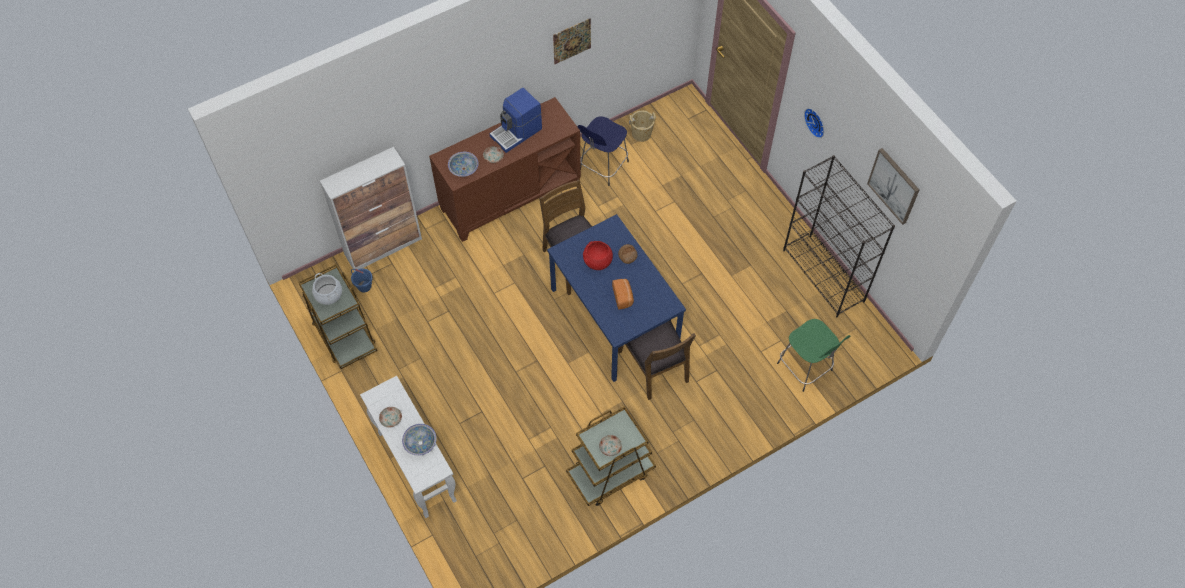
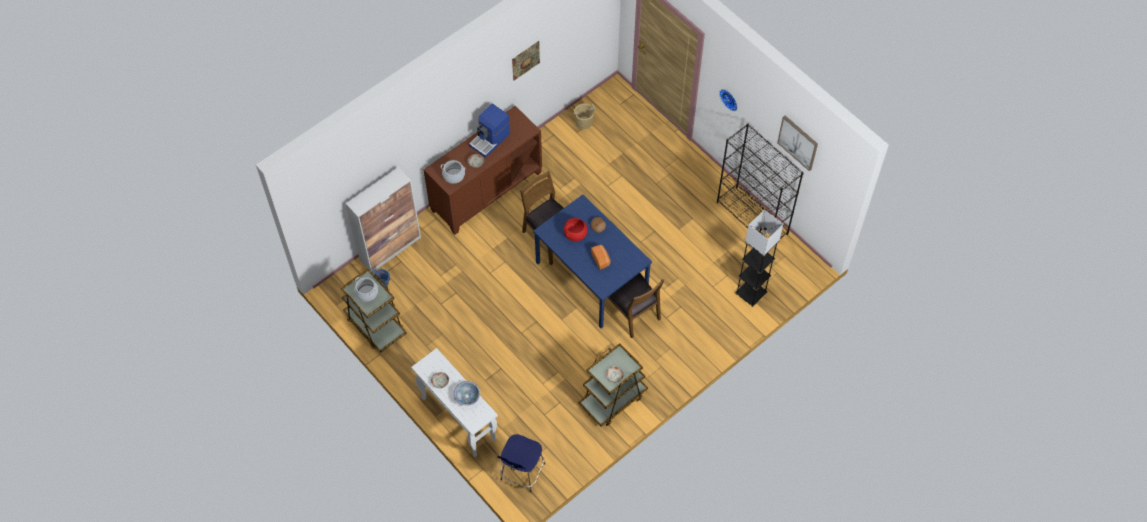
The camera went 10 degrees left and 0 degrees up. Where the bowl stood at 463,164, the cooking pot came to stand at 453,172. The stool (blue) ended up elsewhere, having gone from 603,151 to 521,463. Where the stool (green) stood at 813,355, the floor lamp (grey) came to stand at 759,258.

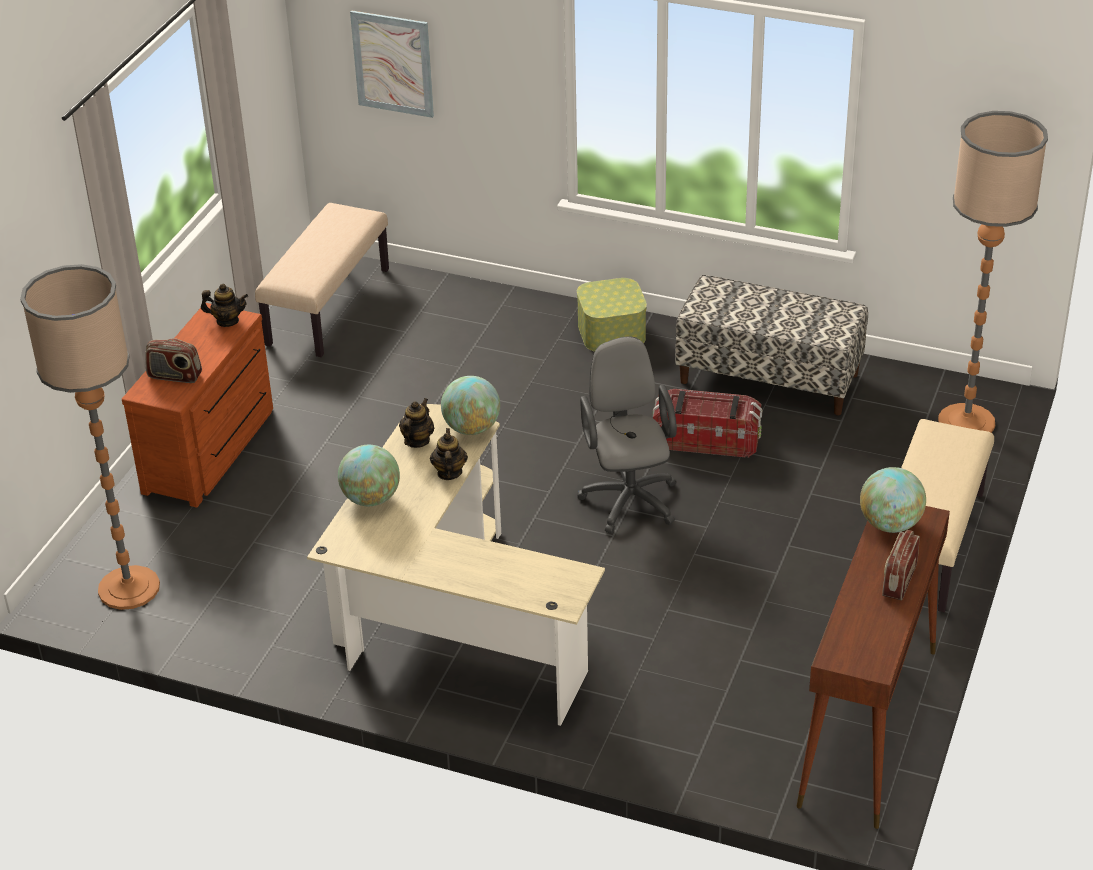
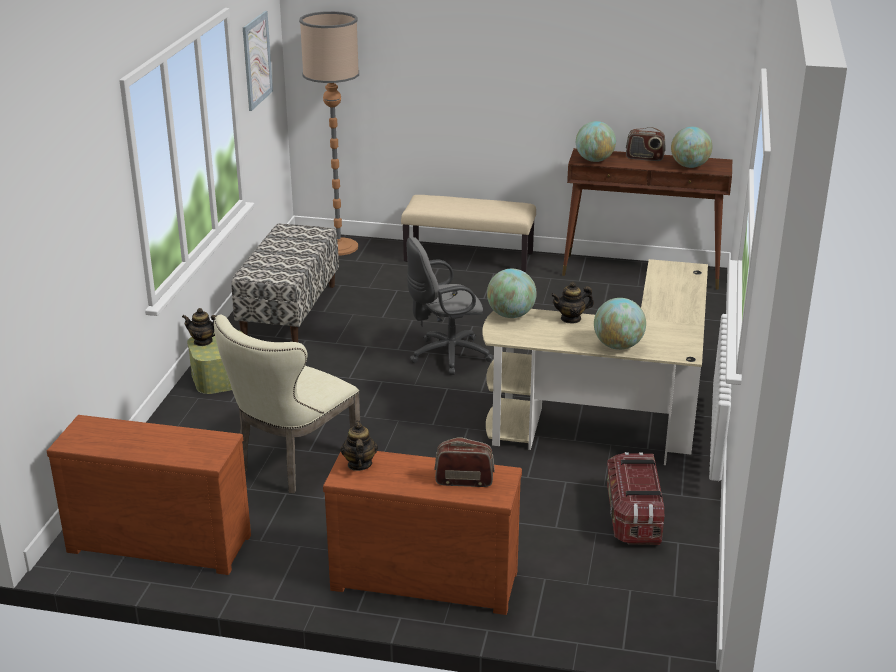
The camera went 100 degrees left and 10 degrees down. The second view lost the floor lamp at 90,437. The radio at 173,360 ended up facing another way, 90 degrees counterclockwise from before. Where the bench (beige) stood at 322,280, the dresser (brown) came to stand at 149,495. The picture ended up elsewhere, having gone from 392,64 to 258,61. The teapot ended up elsewhere, having gone from 416,423 to 199,327. The storage box ended up elsewhere, having gone from 707,423 to 635,498. The second view gained the chair (beige) at 287,404. The second view gained the globe at 691,147.

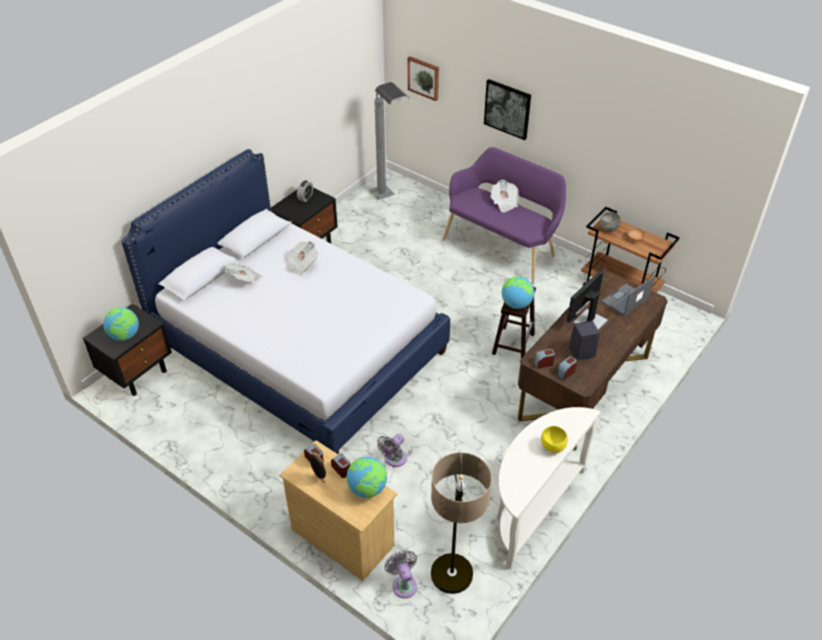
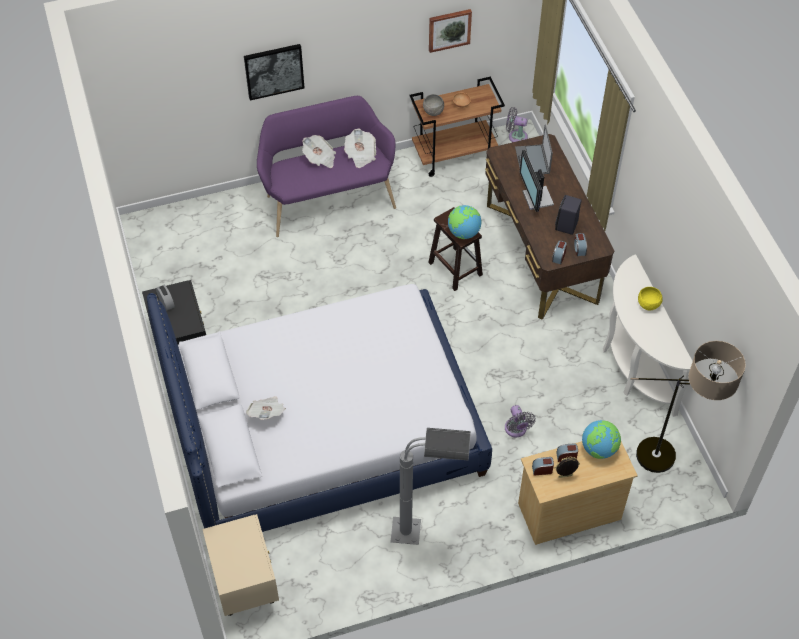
The camera went 55 degrees left and 10 degrees up. What was the nightstand (black) at 127,350 turned into the nightstand (beige) at 240,565. The second view lost the globe at 121,324. The newspaper ended up elsewhere, having gone from 301,258 to 360,148. The floor lamp (grey) ended up elsewhere, having gone from 389,141 to 430,486. The fan (grey) ended up elsewhere, having gone from 401,574 to 517,124. The picture ended up elsewhere, having gone from 423,78 to 450,31.

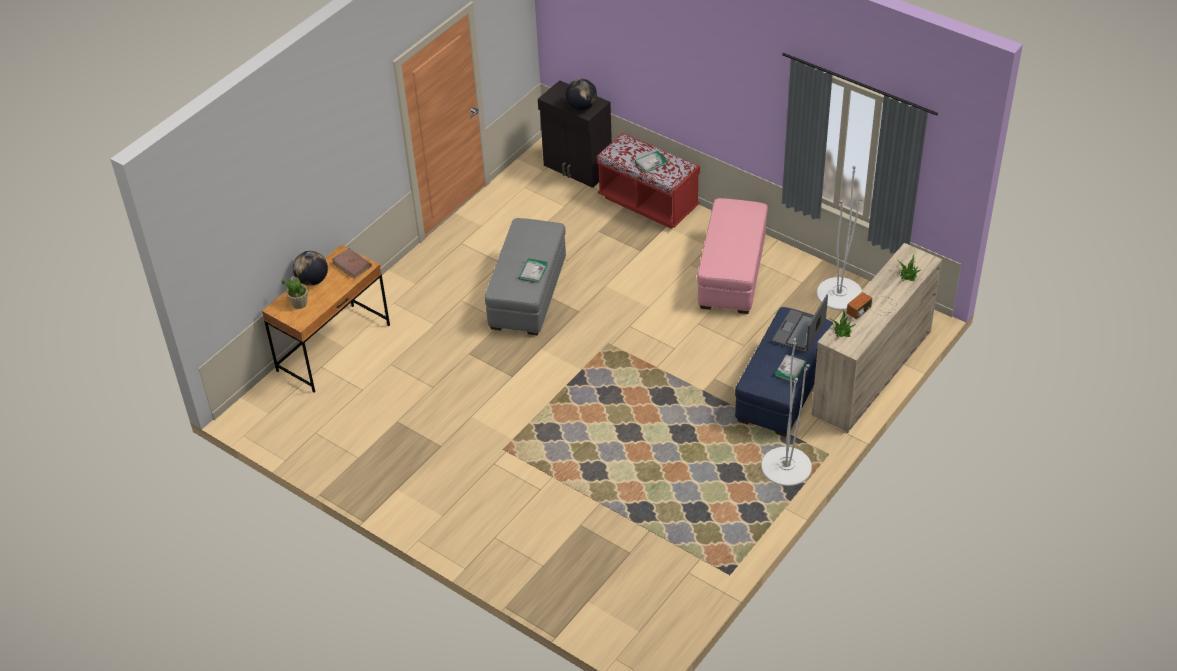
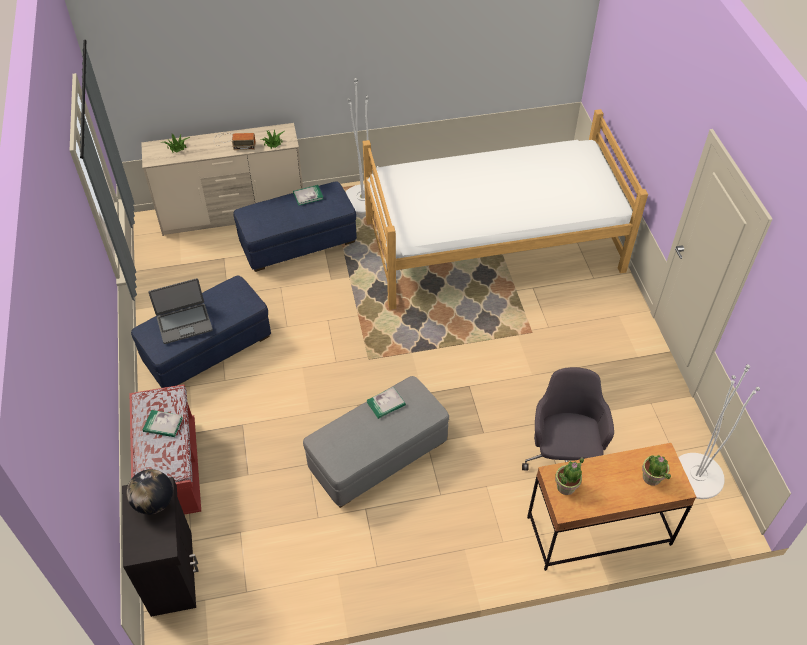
The camera went 140 degrees left and 5 degrees up. The second view lost the globe at 310,268. Where the book (brown) stood at 352,263, the potted plant came to stand at 569,476. What was the ottoman (pink) at 732,256 turned into the ottoman (blue) at 201,332. The laptop ended up elsewhere, having gone from 800,324 to 181,311. The floor lamp (white) ended up elsewhere, having gone from 840,238 to 719,431. The second view gained the bed at 505,209. The second view gained the office chair (grey) at 568,418.

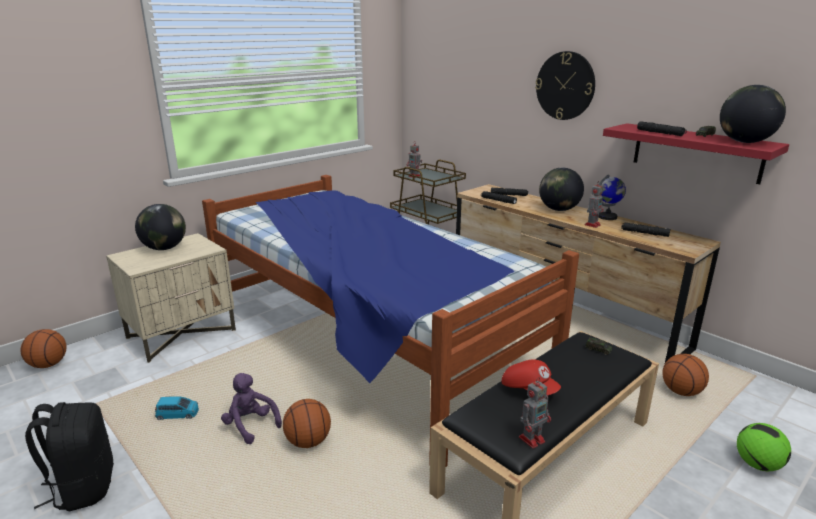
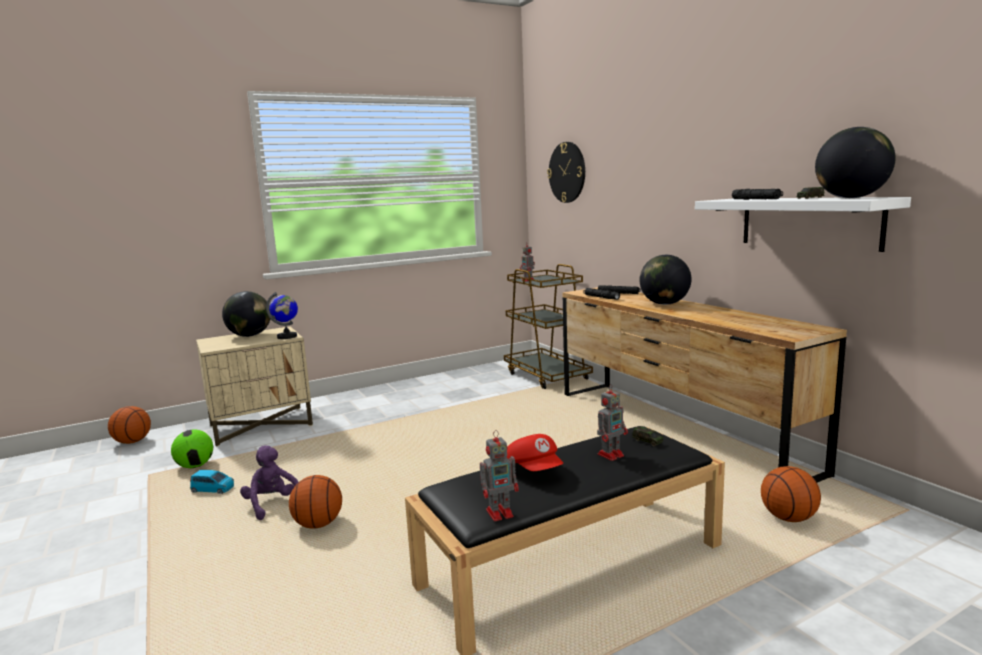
The camera went 15 degrees right and 10 degrees down. The second view lost the backpack (black) at 69,456. The second view lost the bed at 390,321. The wall clock ended up elsewhere, having gone from 565,85 to 566,172. The toy robot ended up elsewhere, having gone from 594,204 to 612,422. The globe ended up elsewhere, having gone from 612,197 to 282,315. What was the shelf (red) at 696,153 turned into the shelf (white) at 803,224. The second view lost the flashlight (black) at 645,229. The football ended up elsewhere, having gone from 764,447 to 192,449.

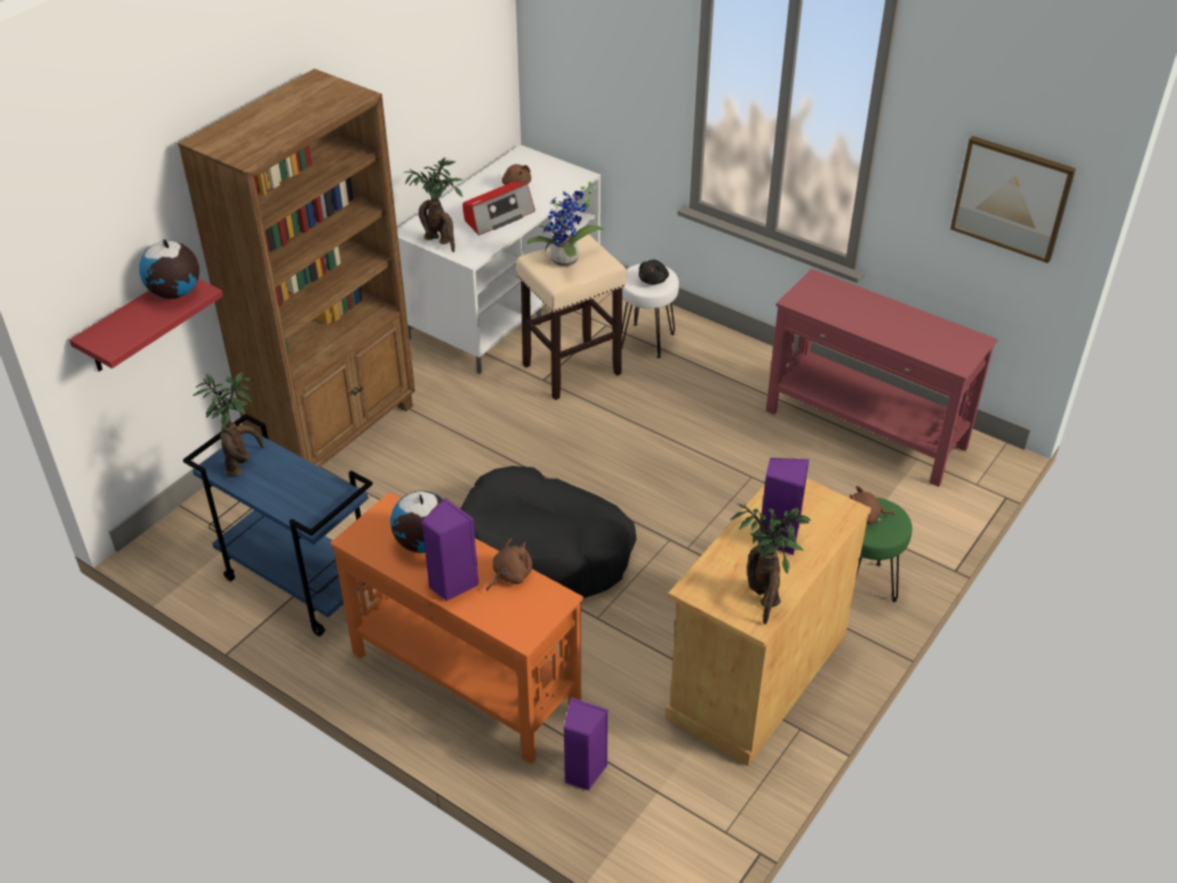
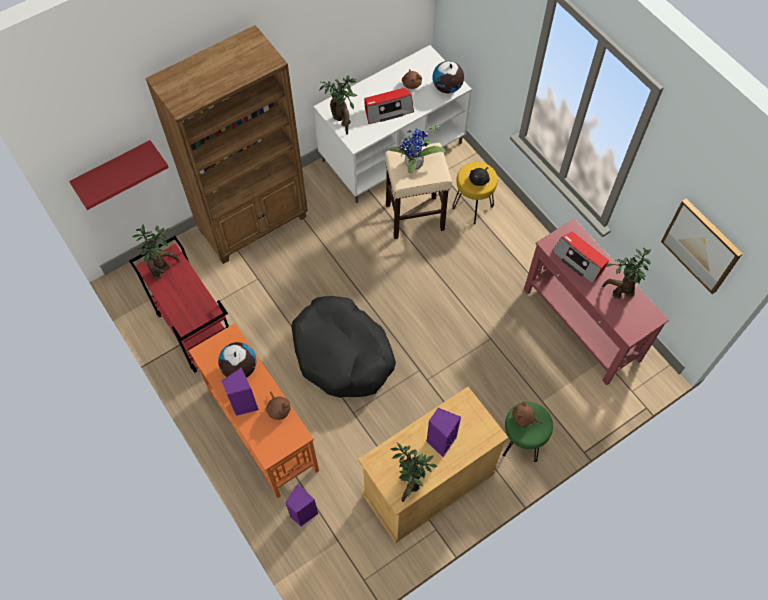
The camera went 20 degrees right and 20 degrees up. The globe ended up elsewhere, having gone from 169,269 to 448,77. What was the cart (blue) at 278,525 turned into the cart (red) at 179,304. The plush toy (brown) at 509,565 ended up facing another way, 90 degrees clockwise from before. What was the stool (white) at 650,311 turned into the stool (yellow) at 475,193. The second view gained the radio at 580,258. The second view gained the potted plant at 626,273.

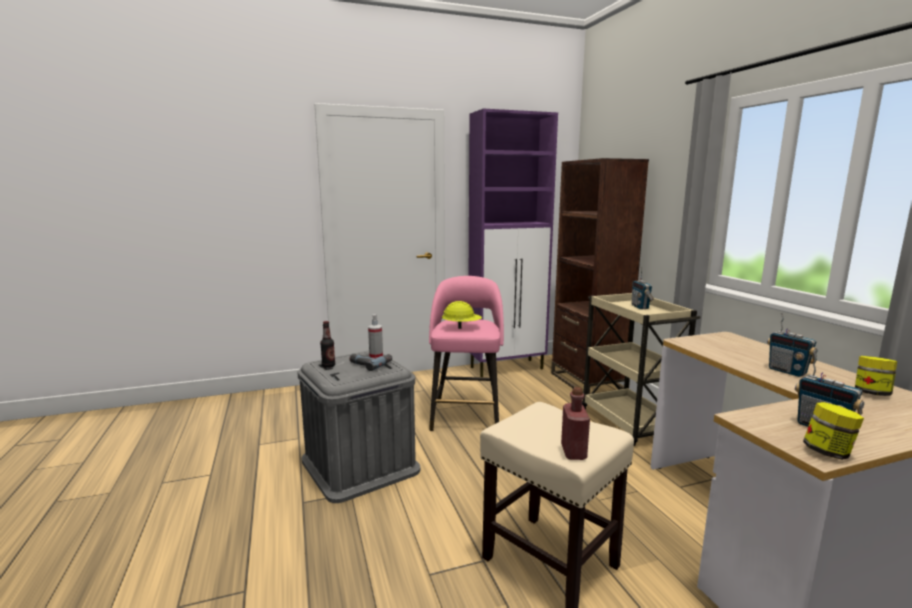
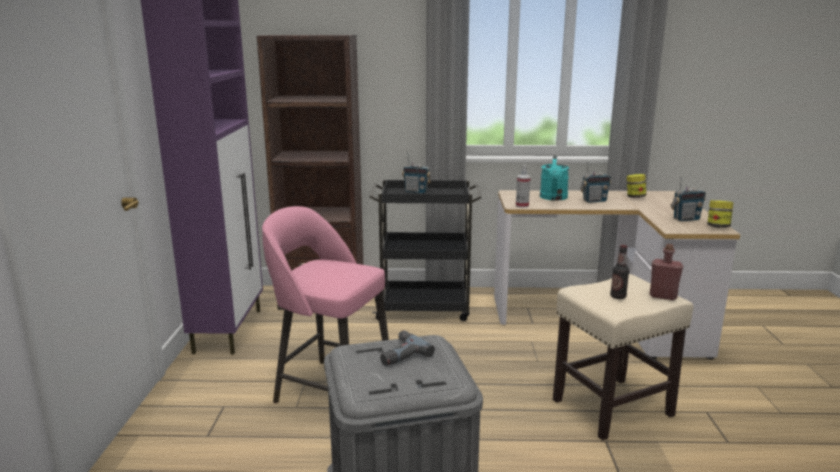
The camera went 70 degrees left and 5 degrees up. The bottle ended up elsewhere, having gone from 327,344 to 619,272. The spray bottle ended up elsewhere, having gone from 375,336 to 523,186. The second view lost the hard hat (yellow) at 462,315. What was the cart (beige) at 641,369 turned into the cart (black) at 425,250. The second view gained the watering can (turquoise) at 554,178.

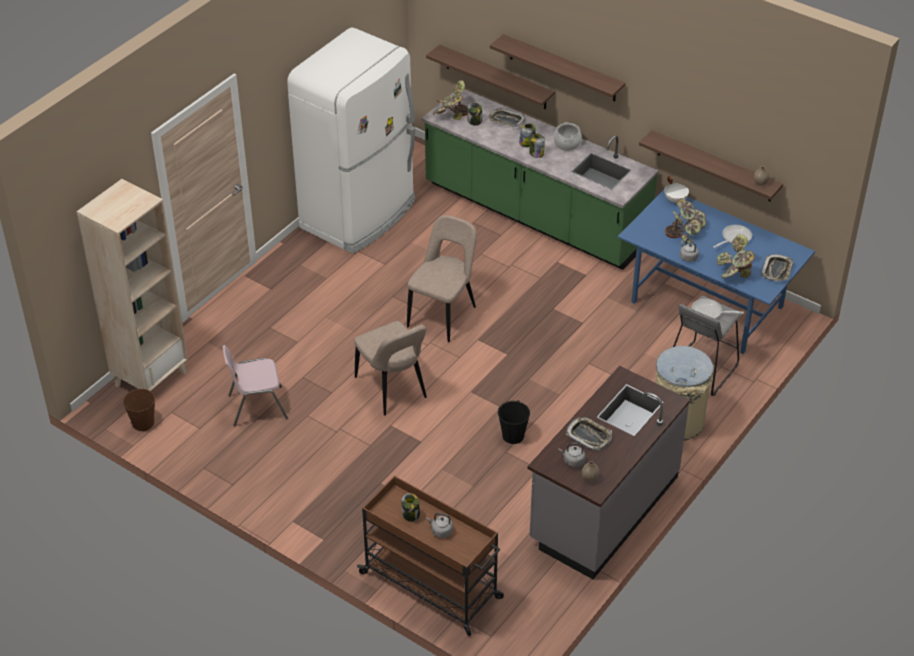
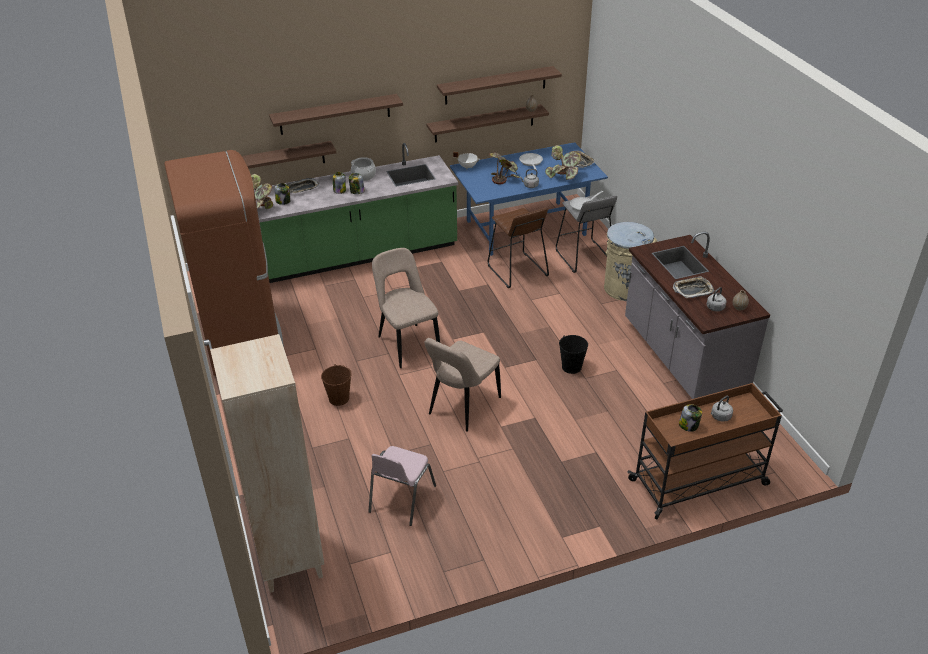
The camera went 55 degrees left and 5 degrees down. The bucket (brown) ended up elsewhere, having gone from 139,410 to 336,385. What was the fridge (white) at 351,141 turned into the fridge (brown) at 224,263. The chair (beige) at 390,368 ended up facing another way, 120 degrees clockwise from before. The second view gained the shelf at 499,85. The second view gained the stool (brown) at 518,248.

